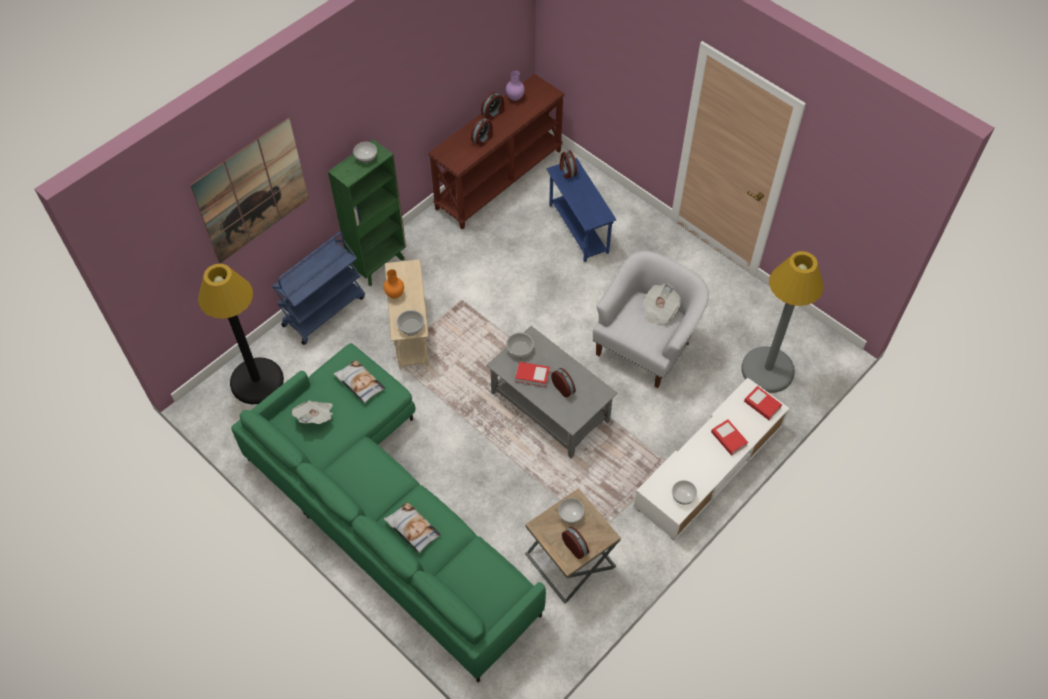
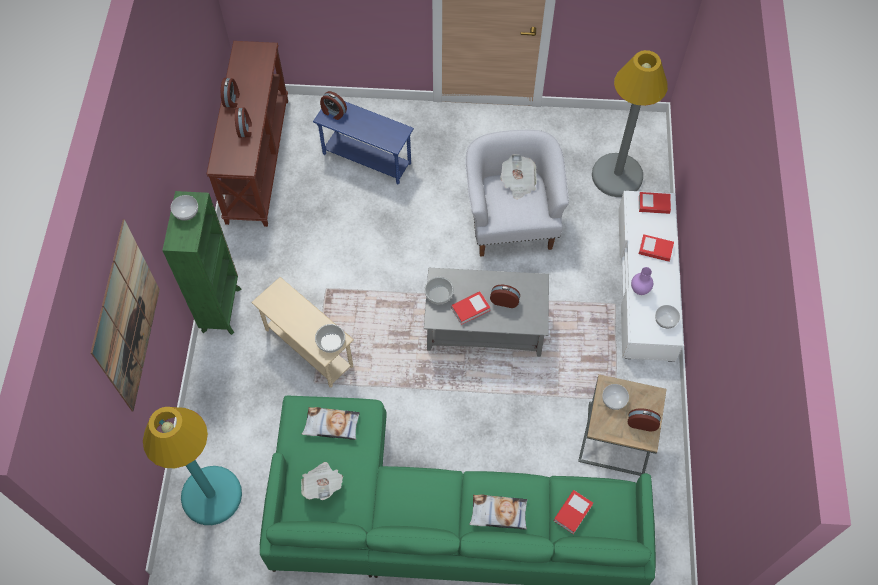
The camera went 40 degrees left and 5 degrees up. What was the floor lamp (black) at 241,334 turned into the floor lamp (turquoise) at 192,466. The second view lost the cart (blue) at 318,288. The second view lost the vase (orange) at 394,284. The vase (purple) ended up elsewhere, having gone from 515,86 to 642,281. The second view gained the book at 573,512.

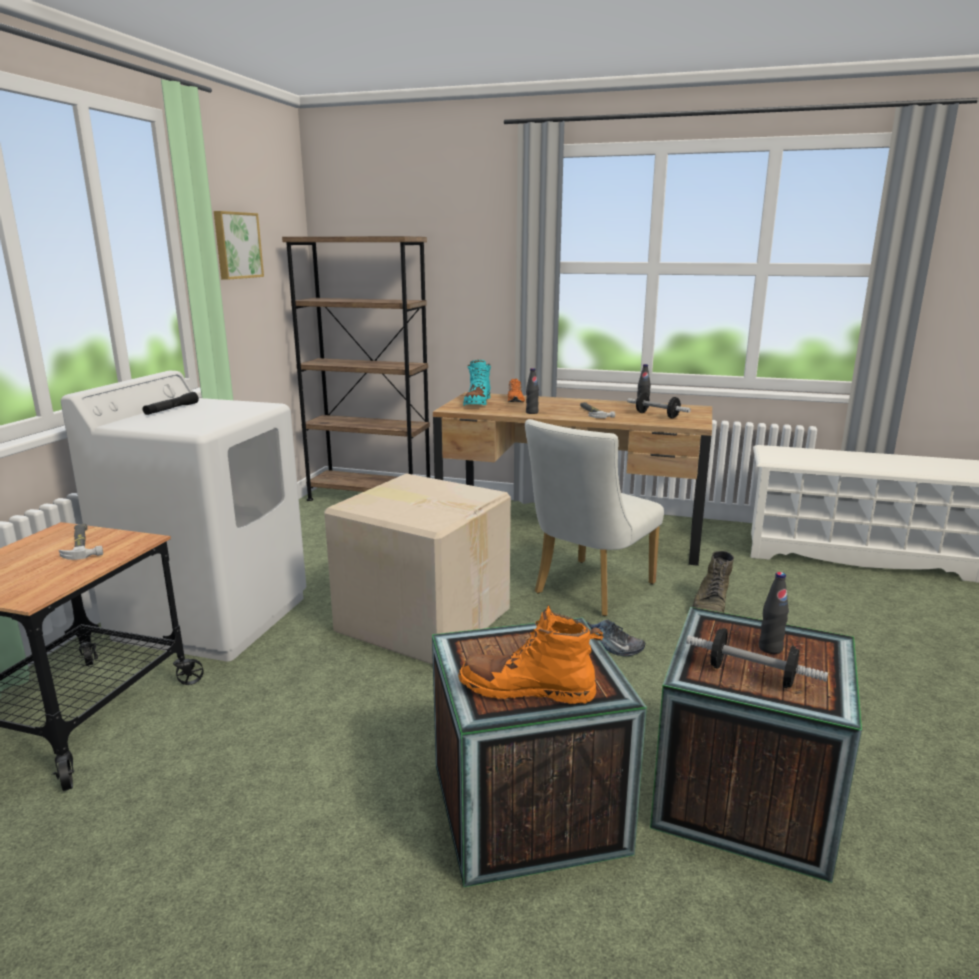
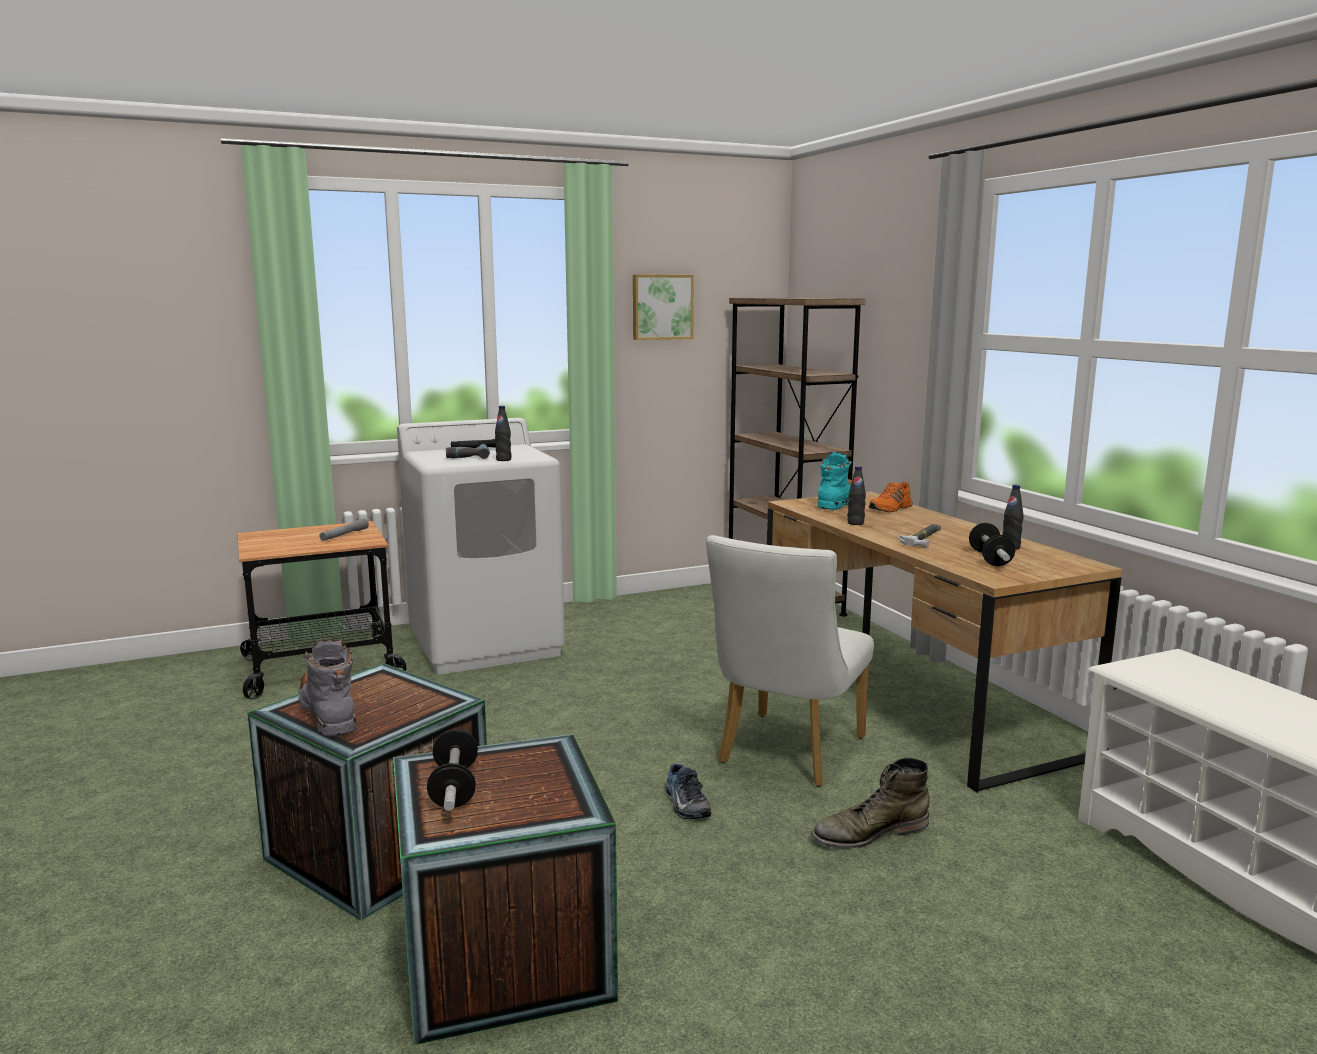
The camera went 50 degrees right and 5 degrees down. Where the hammer stood at 81,542, the flashlight (grey) came to stand at 344,529. The second view lost the cardboard box at 417,569. What was the boot (orange) at 530,654 turned into the boot (grey) at 328,687. The boot (turquoise) at 477,383 ended up facing another way, 150 degrees clockwise from before. The chair (white) at 594,517 ended up facing another way, 60 degrees counterclockwise from before. The bottle (black) ended up elsewhere, having gone from 774,613 to 503,433. The second view gained the power drill at 468,451.

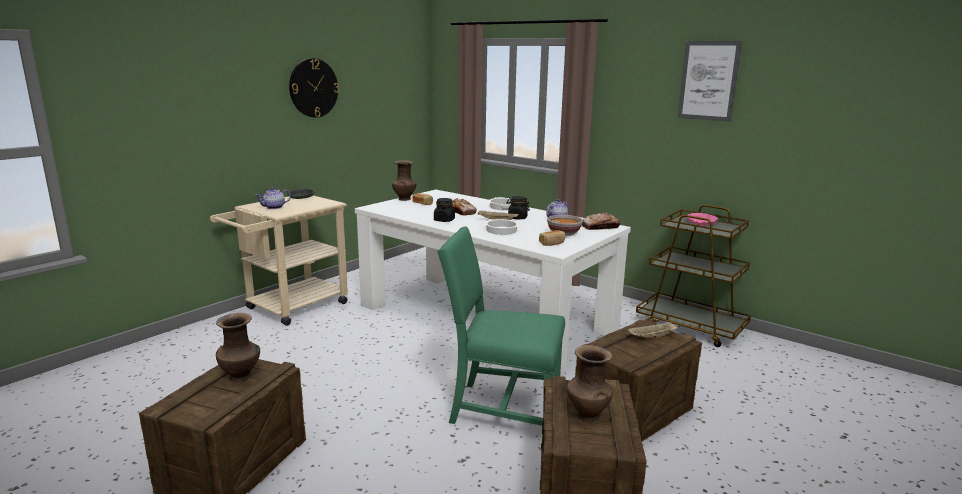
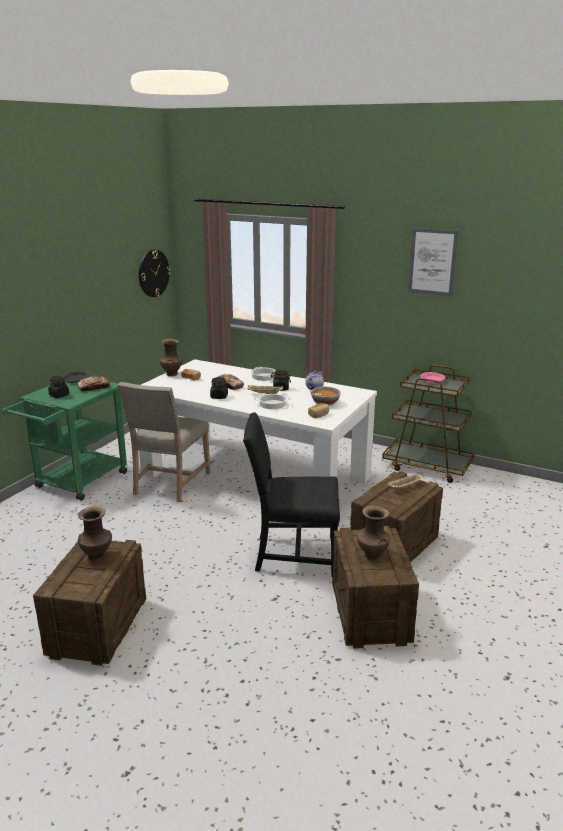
The camera went 10 degrees left and 5 degrees up. What was the cart (beige) at 279,260 turned into the cart (green) at 64,439. Where the teapot stood at 273,198, the jar (black) came to stand at 58,387. The wall clock ended up elsewhere, having gone from 314,88 to 155,273. What was the chair (green) at 501,326 turned into the chair (black) at 291,494. The bread ended up elsewhere, having gone from 601,221 to 93,384. The second view gained the chair (beige) at 164,442.

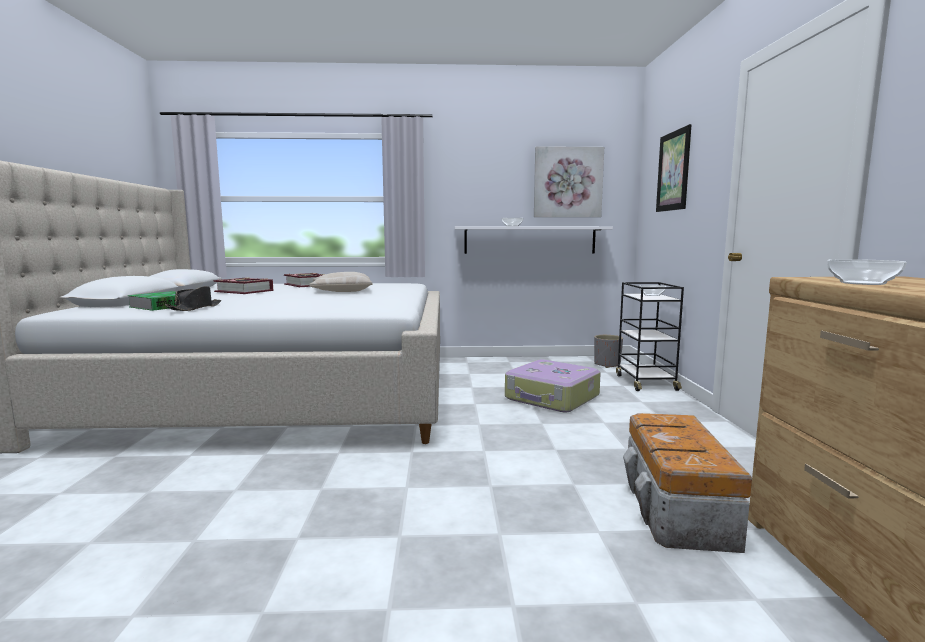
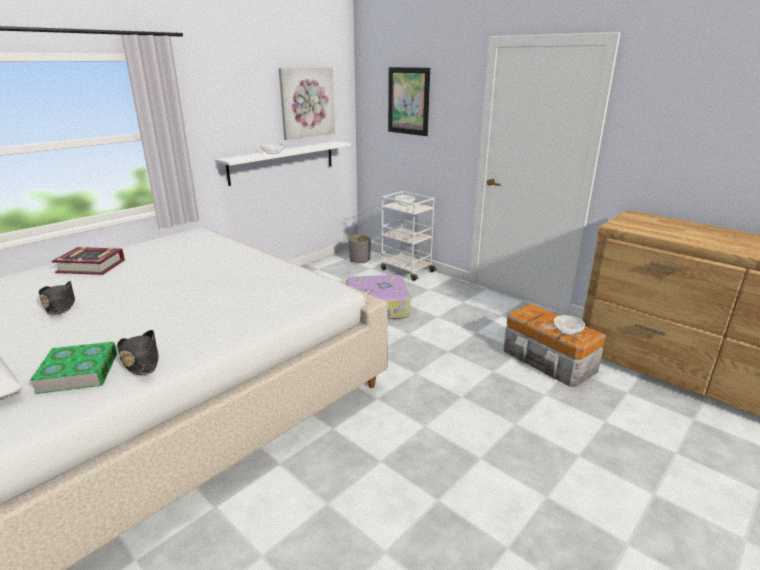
The camera went 45 degrees left and 15 degrees up. Where the book stood at 243,285, the hat (black) came to stand at 57,297. The second view lost the pillow (beige) at 340,282. What was the cart (black) at 650,336 turned into the cart (white) at 408,236. The bowl ended up elsewhere, having gone from 867,272 to 569,325.

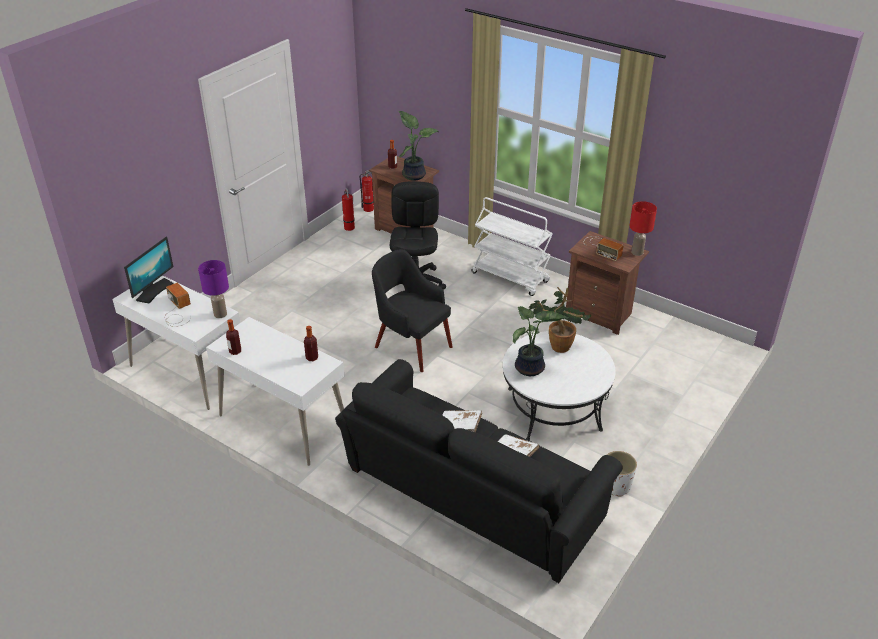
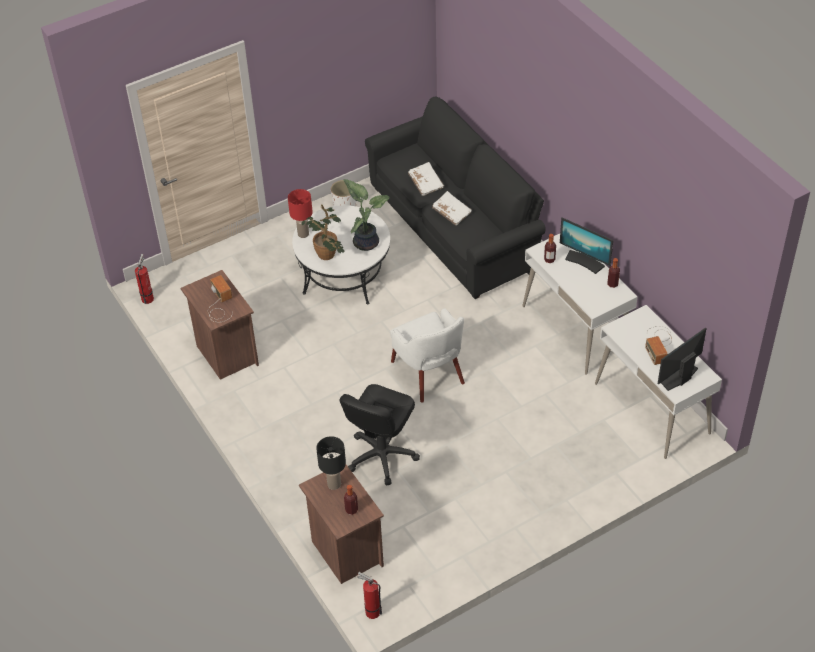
The camera went 155 degrees left and 10 degrees up. The second view lost the table lamp (purple) at 213,289. The fire extinguisher ended up elsewhere, having gone from 348,209 to 144,279. What was the armchair (black) at 412,310 turned into the armchair (white) at 427,355. Where the potted plant stood at 419,146, the table lamp (black) came to stand at 331,463. The second view lost the cart (white) at 512,246. The table lamp (red) ended up elsewhere, having gone from 643,228 to 300,213. The second view gained the monitor at 586,246.

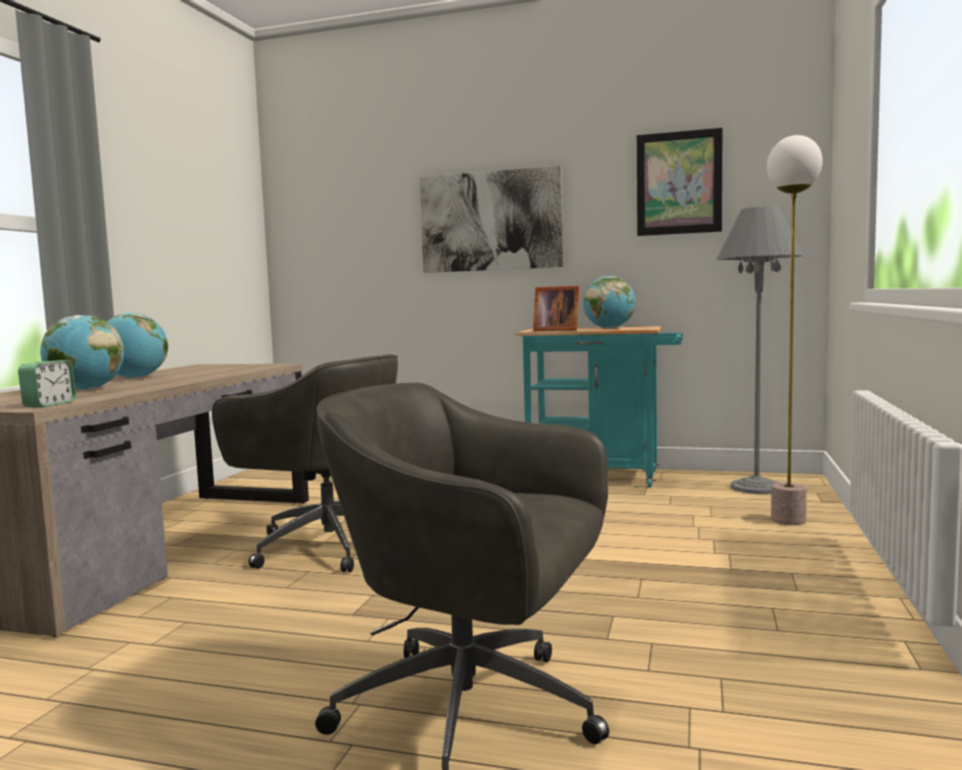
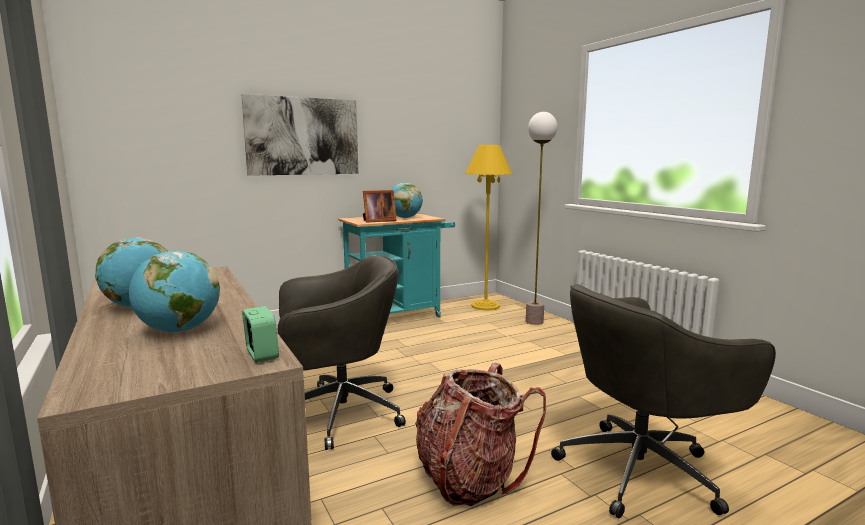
The camera went 45 degrees left and 5 degrees up. The second view lost the picture at 680,182. What was the floor lamp (grey) at 760,350 turned into the floor lamp (yellow) at 488,227. The second view gained the backpack at 480,434.

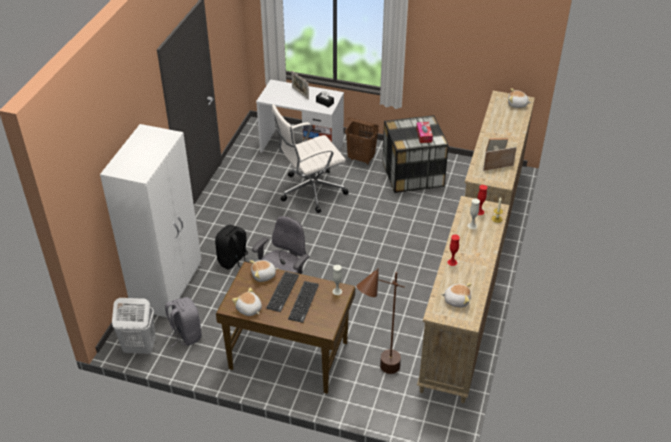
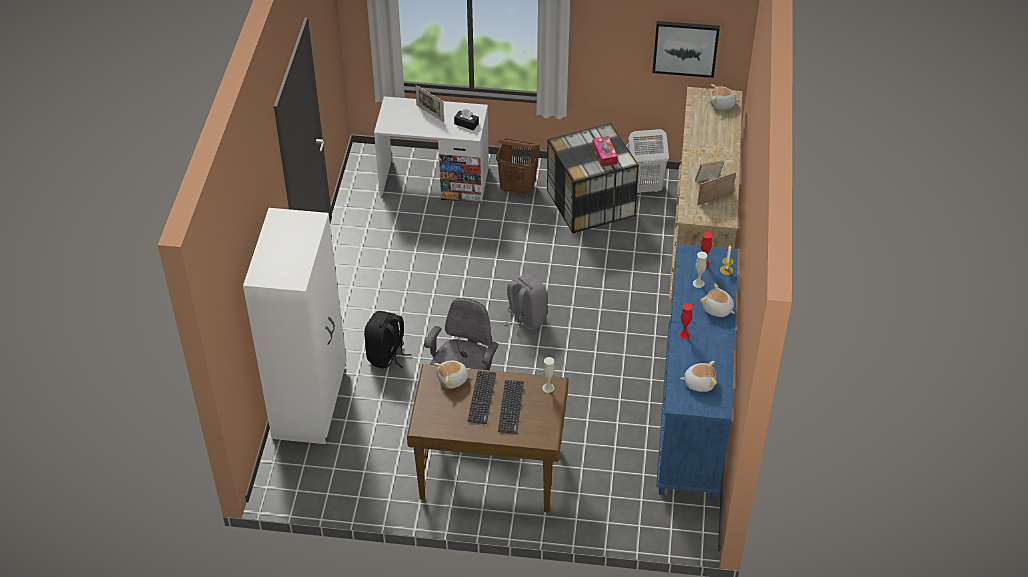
The camera went 10 degrees left and 5 degrees up. The laundry basket (white) ended up elsewhere, having gone from 134,326 to 647,161. The backpack (grey) ended up elsewhere, having gone from 183,322 to 525,304. The plush toy ended up elsewhere, having gone from 247,302 to 717,300. The second view lost the office chair (white) at 310,158. The second view lost the floor lamp (brown) at 380,321. What was the dresser (beige) at 463,299 turned into the dresser (blue) at 697,372. The second view gained the picture at 686,49.

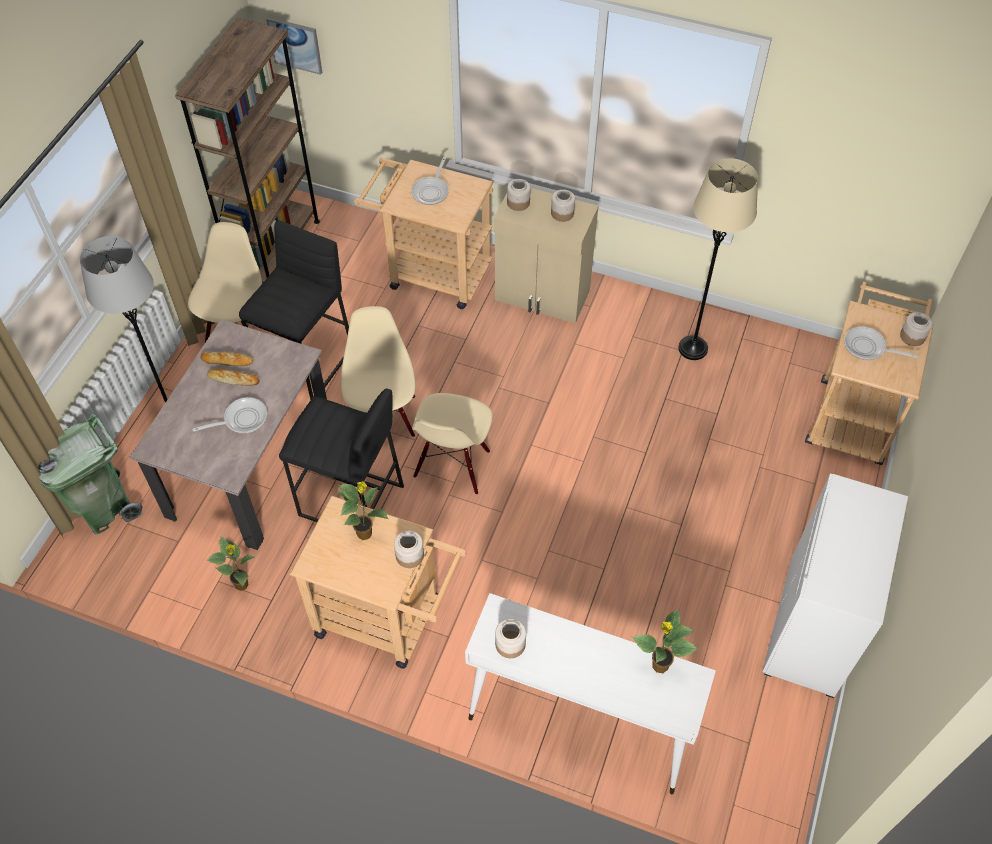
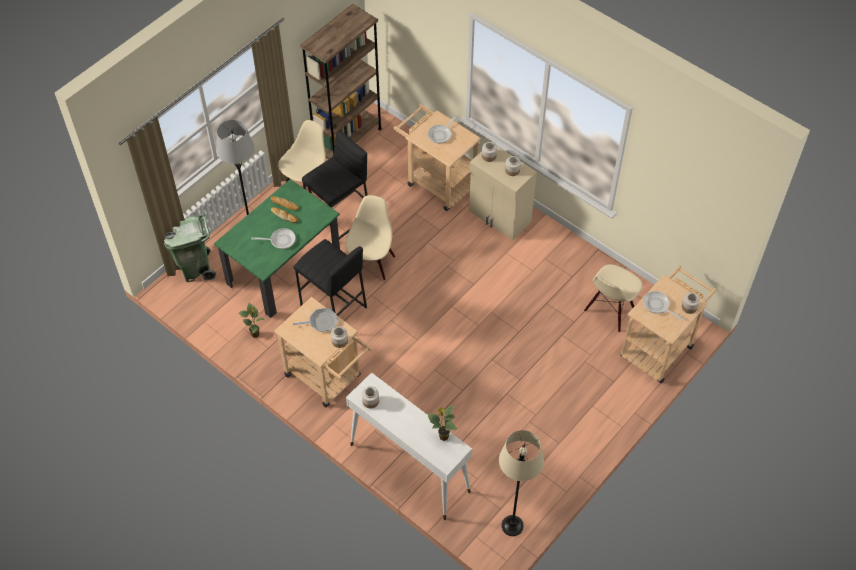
The camera went 20 degrees right and 0 degrees up. What was the dining table (beige) at 228,434 turned into the dining table (green) at 277,248. The second view lost the picture at 294,46. Where the potted plant stood at 362,510, the frying pan came to stand at 315,320. The chair (beige) ended up elsewhere, having gone from 452,444 to 613,298. The floor lamp (beige) ended up elsewhere, having gone from 718,259 to 521,483. The second view lost the cabinet (white) at 835,585.

